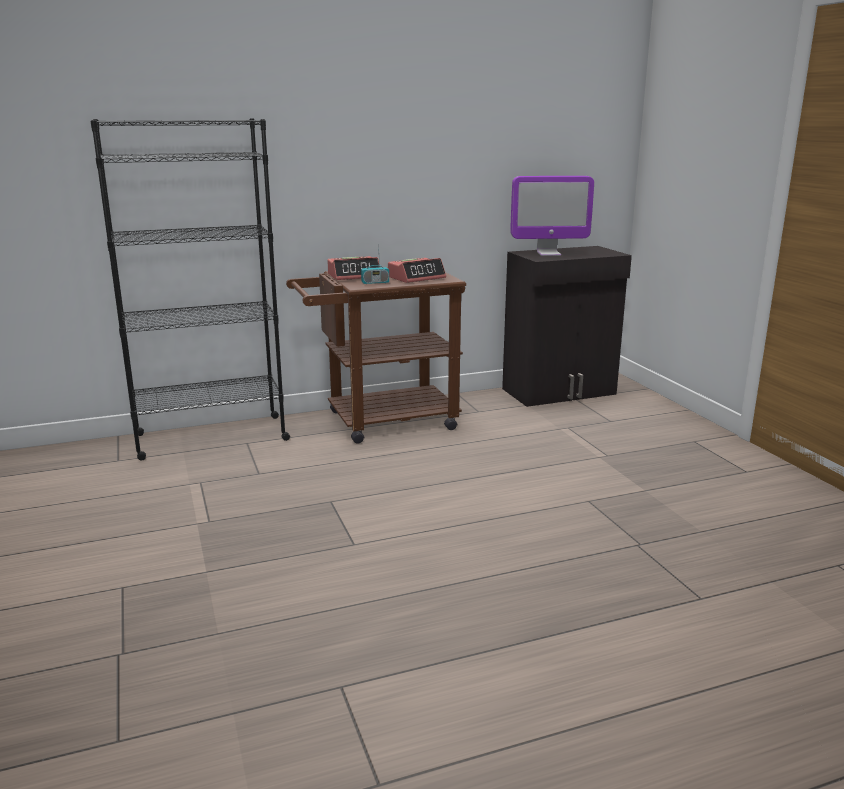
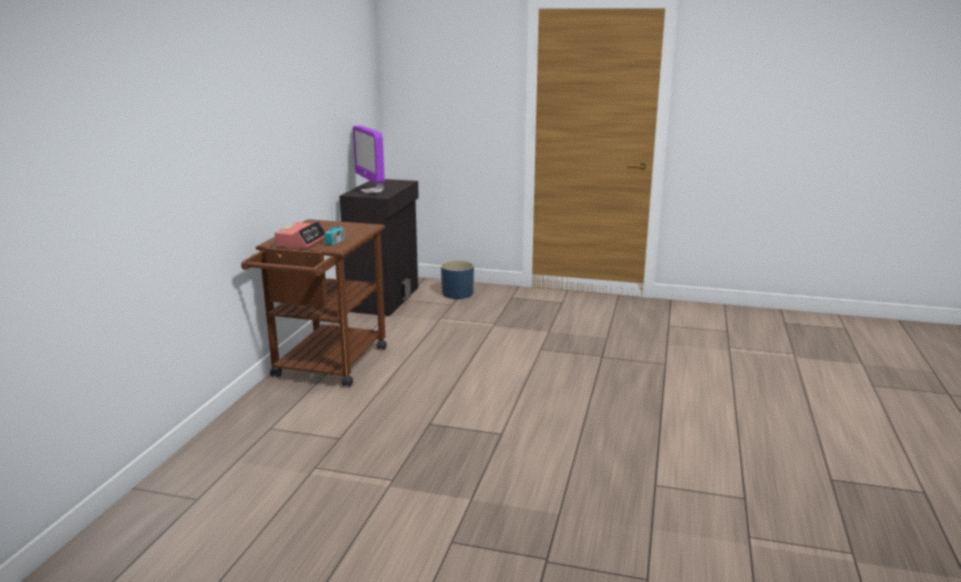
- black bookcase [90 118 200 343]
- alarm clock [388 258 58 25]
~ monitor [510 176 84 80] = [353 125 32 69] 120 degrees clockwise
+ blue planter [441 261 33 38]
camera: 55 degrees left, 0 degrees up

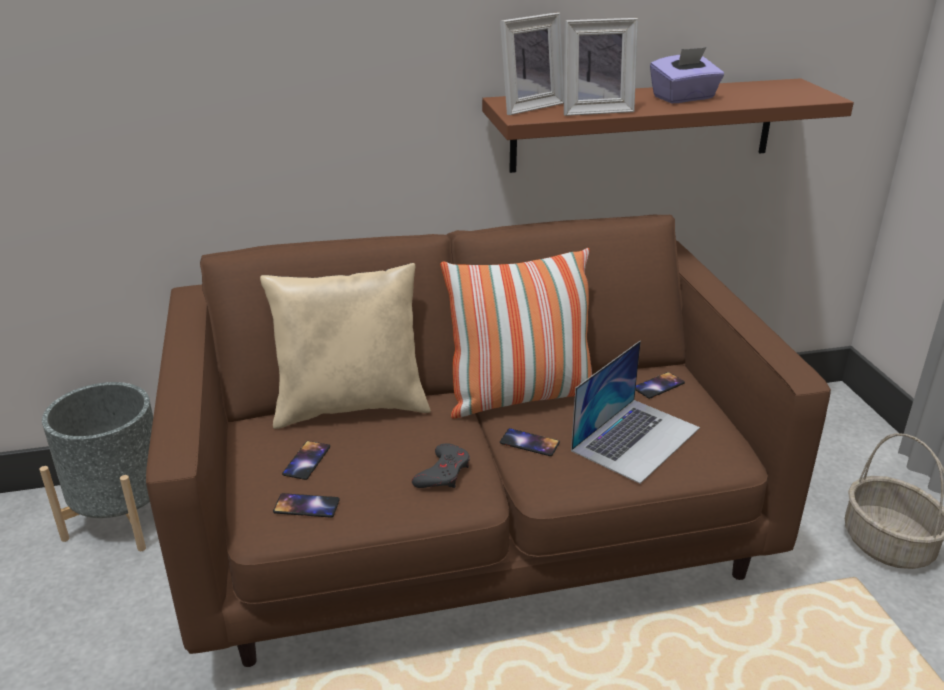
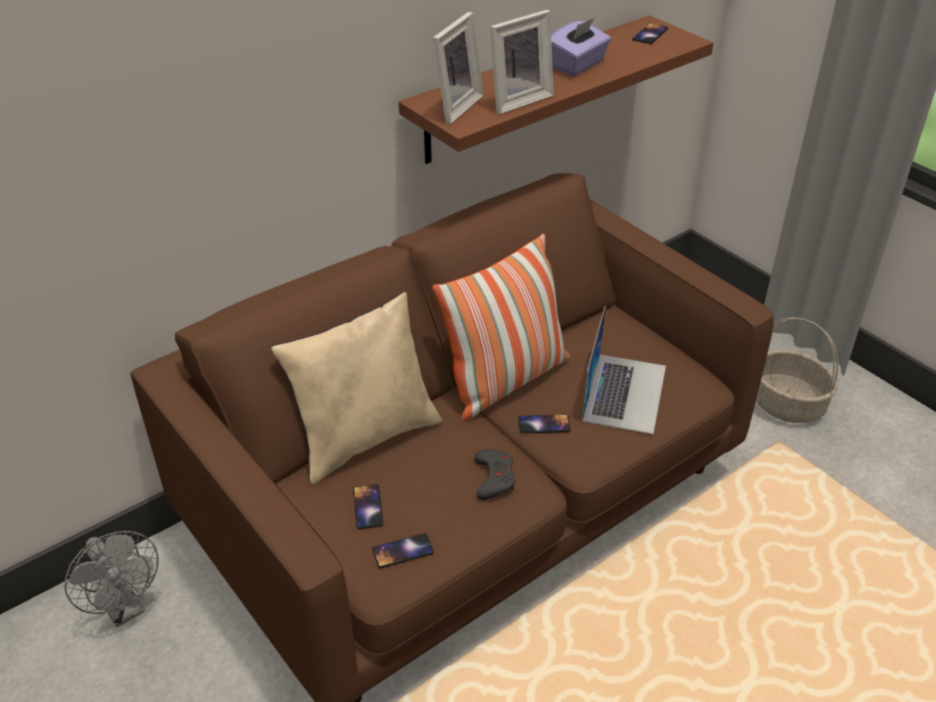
~ grey planter [39 382 114 169] to grey fan [65 531 93 96]
~ phone [635 372 50 27] to [632 23 36 21]
camera: 25 degrees left, 10 degrees up

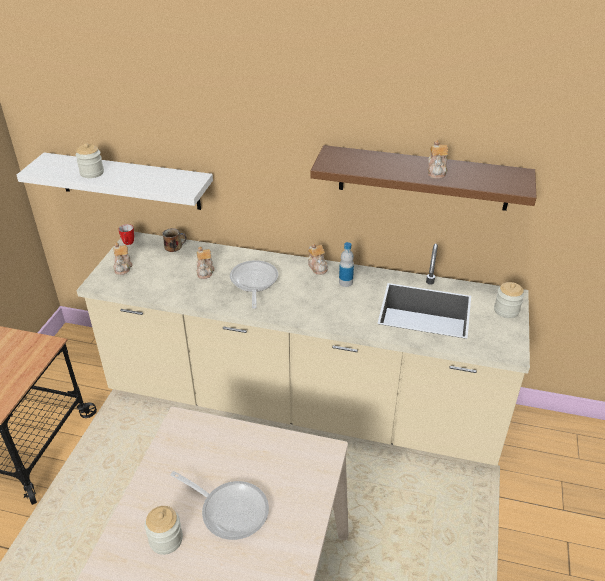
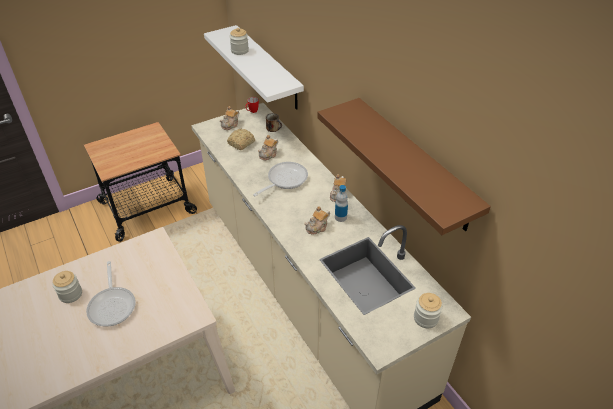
~ teapot [428 140 20 39] to [304 206 26 29]
+ bread [227 129 28 21]
camera: 45 degrees right, 5 degrees up

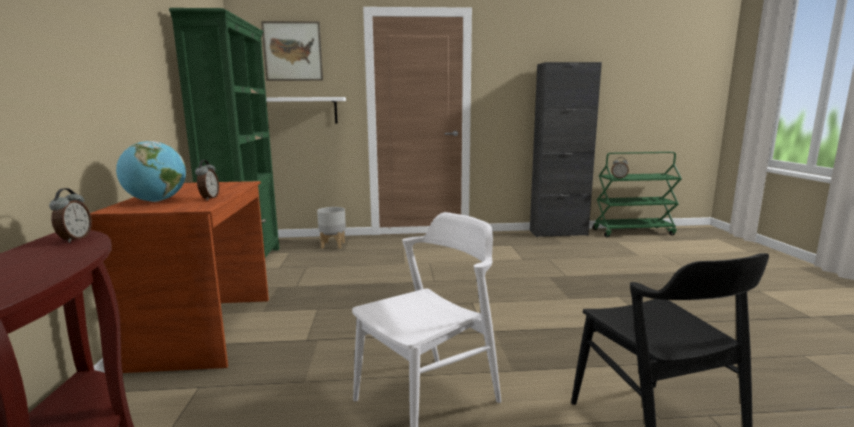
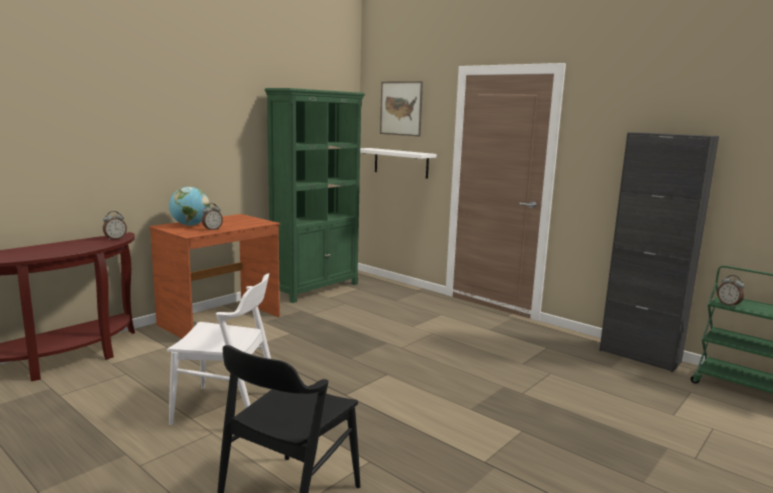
- grey planter [317 207 29 42]
camera: 45 degrees right, 0 degrees up

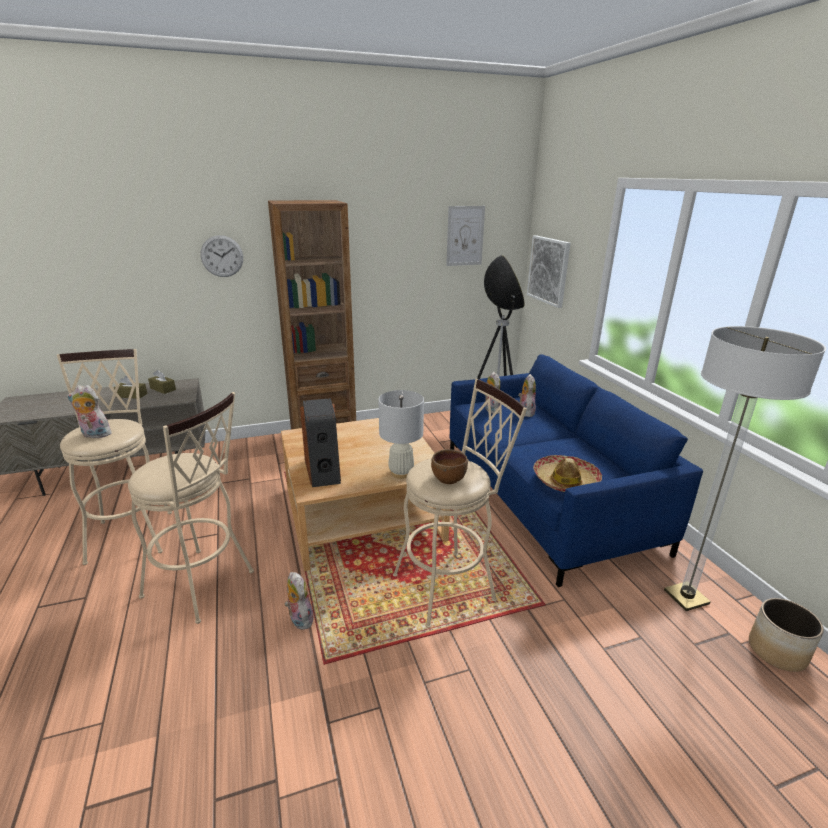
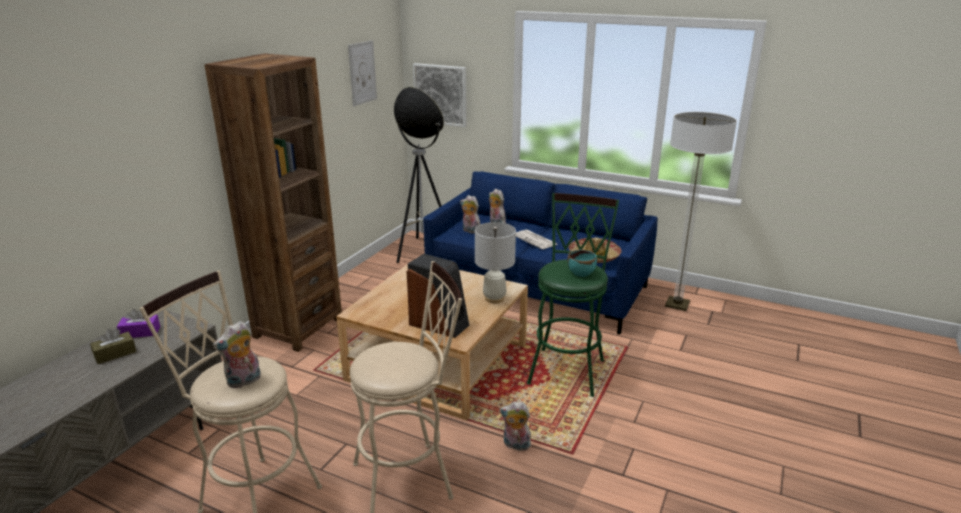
~ brown tissue box [148 370 28 24] to purple tissue box [117 309 43 29]
- wall clock [200 235 43 42]
~ beige stool [393 379 134 248] to green stool [527 193 92 204]
~ brown bowl [431 449 37 35] to turquoise bowl [567 250 30 27]
- planter [749 598 75 74]
+ newspaper [516 230 41 19]
camera: 45 degrees left, 0 degrees up

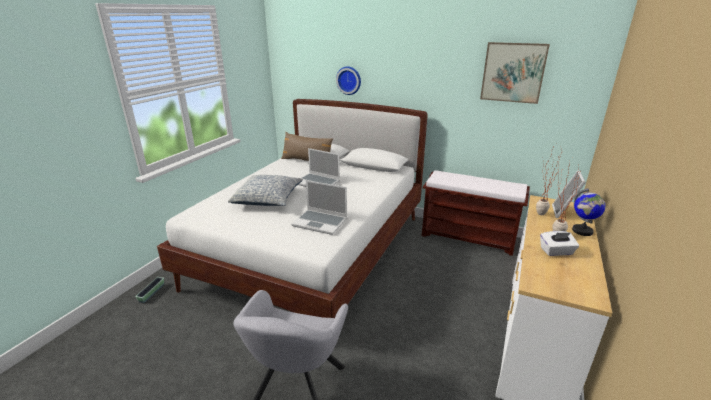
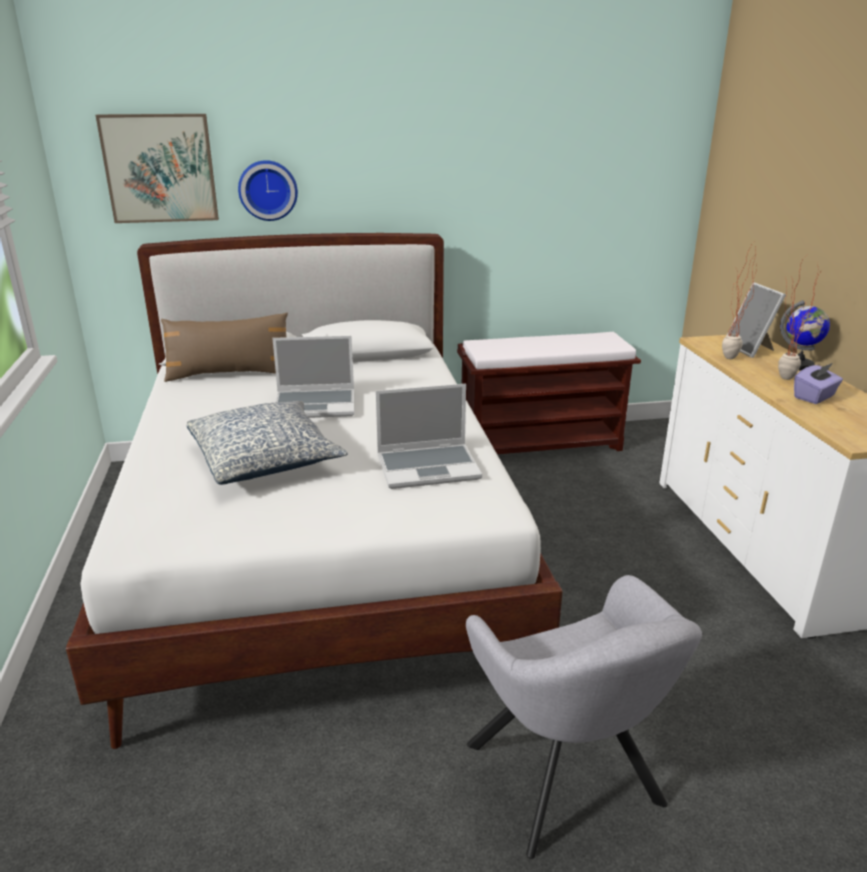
- planter [135 277 29 26]
~ picture [480 42 70 62] to [96 114 123 109]
~ white tissue box [540 231 39 25] to purple tissue box [794 363 49 41]
camera: 35 degrees left, 0 degrees up

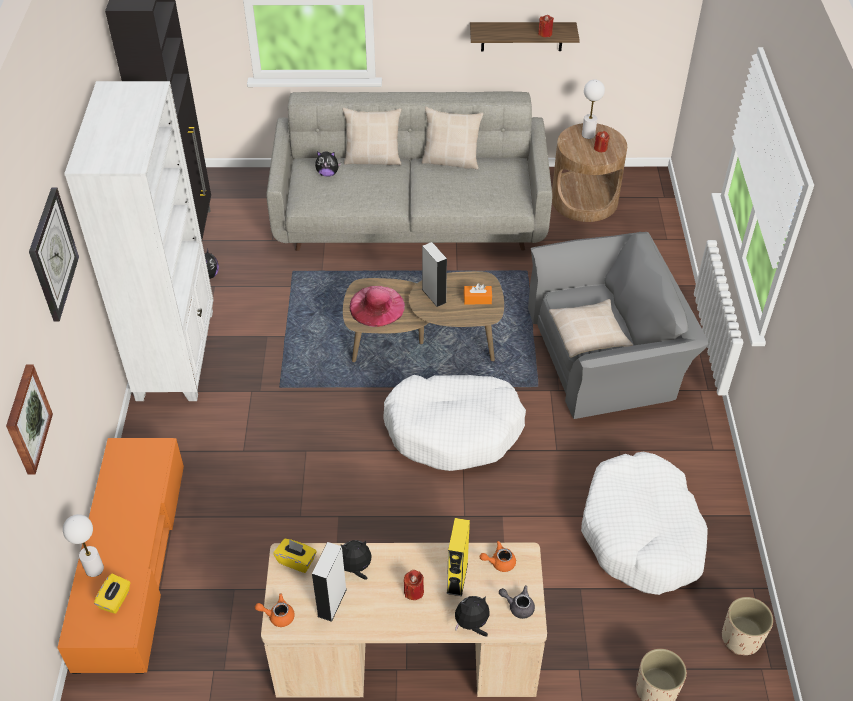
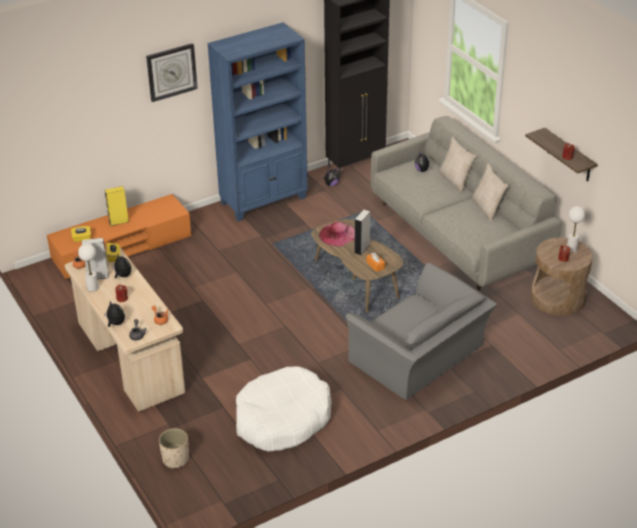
- picture [6 365 47 110]
~ white table lamp [63 514 41 63] to [78 243 21 49]
~ white bookcase [64 81 150 320] to blue bookcase [207 22 101 199]
- white dog bed [383 375 143 96]
~ yellow speaker [447 518 23 78] to [105 186 24 40]
- beige pillow [549 299 84 59]
- beige planter [722 597 51 58]
camera: 60 degrees right, 10 degrees down

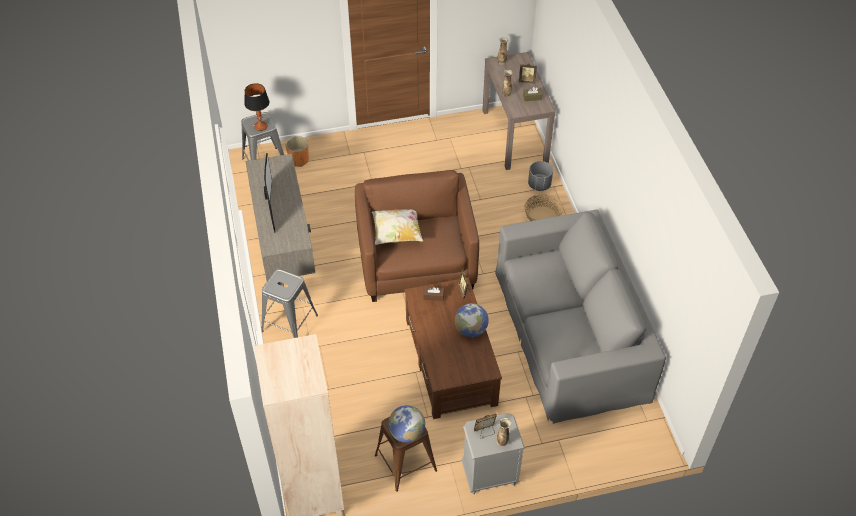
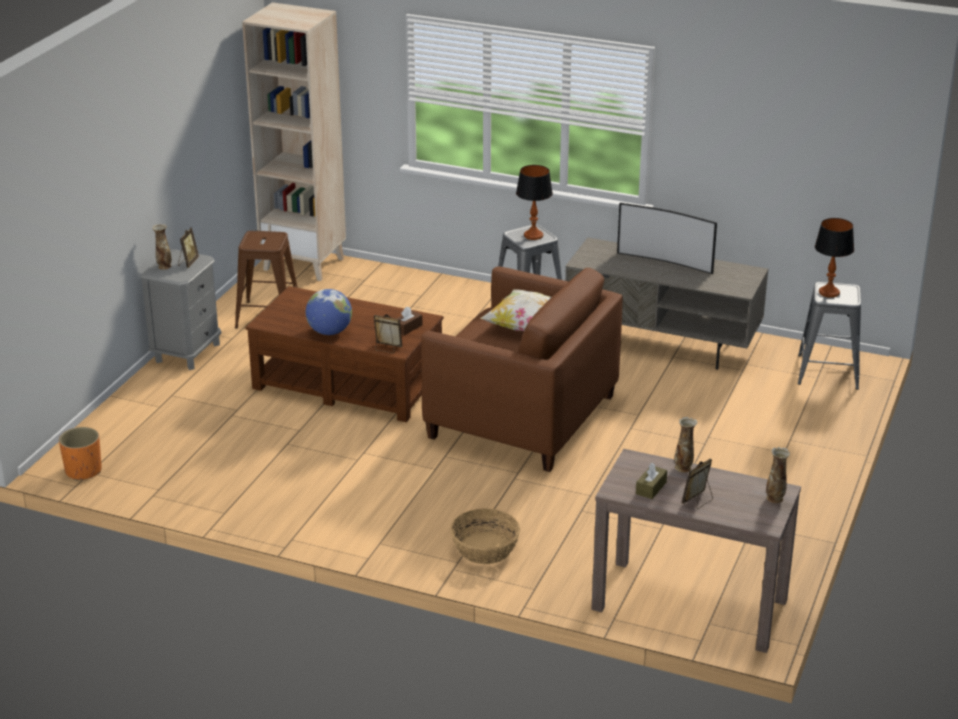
~ orange planter [285 136 24 31] to [59 427 43 54]
- globe [388 405 37 38]
- grey sofa [495 210 171 214]
- grey planter [528 161 25 30]
+ table lamp [516 165 37 75]
camera: 125 degrees right, 20 degrees down

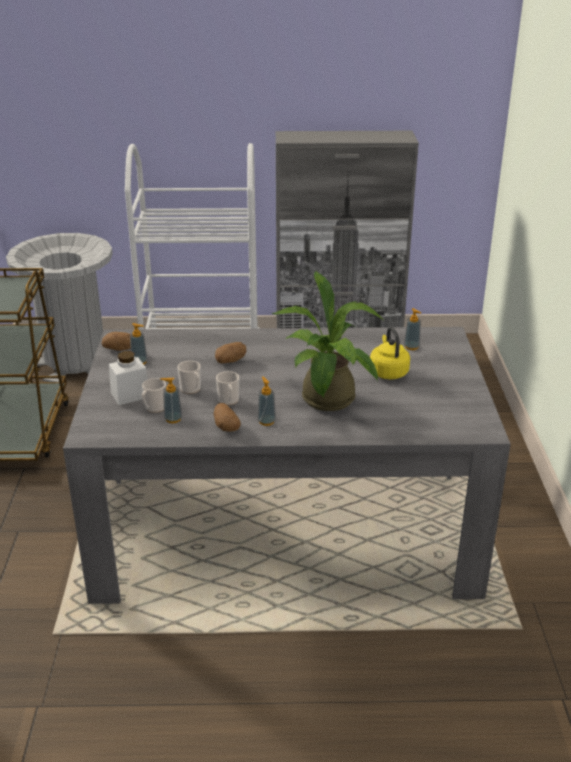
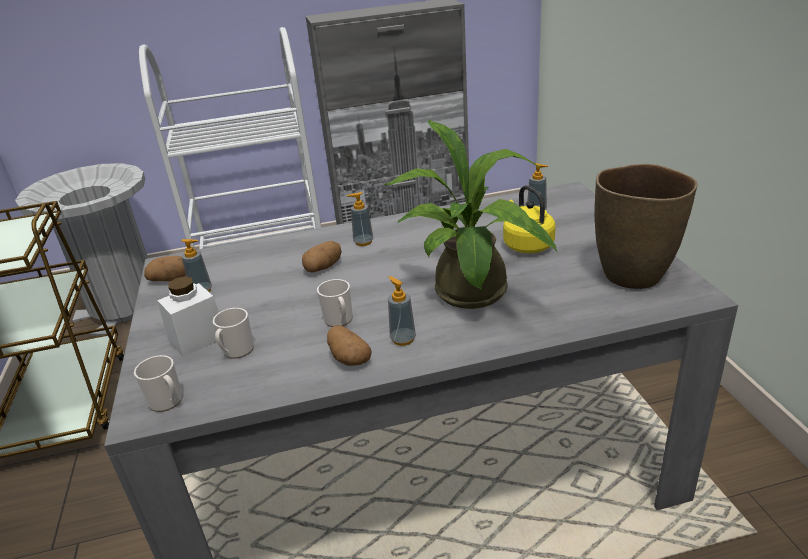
~ soap dispenser [160 378 22 45] to [347 192 26 54]
~ mug [177 361 24 33] to [134 355 49 57]
+ brown vase [595 164 103 125]
camera: 10 degrees left, 0 degrees up

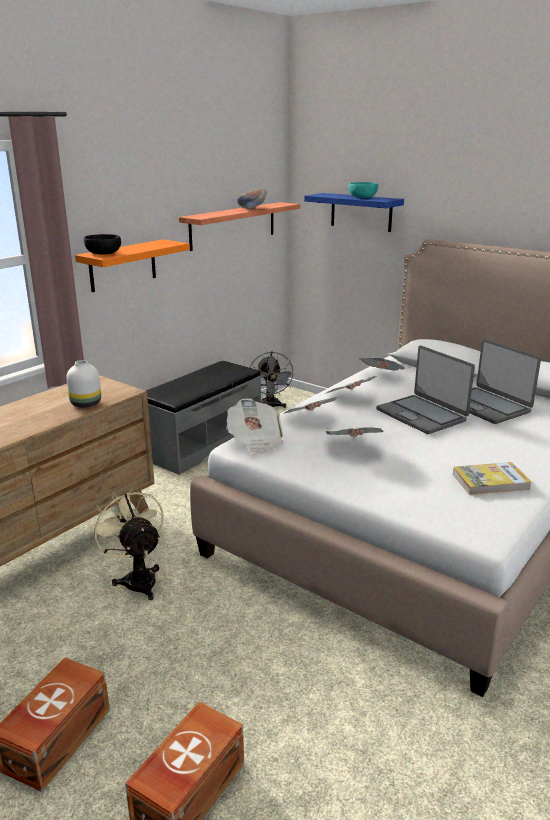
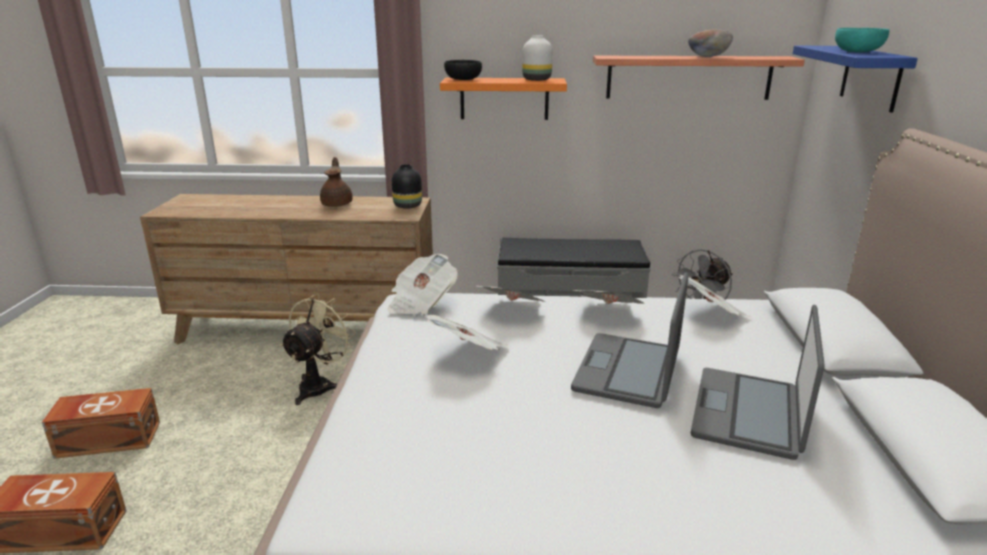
~ white vase [66 360 35 48] to [522 35 31 46]
- book [453 462 79 33]
+ brown teapot [320 157 33 50]
+ black vase [392 164 30 45]
camera: 55 degrees right, 0 degrees up

